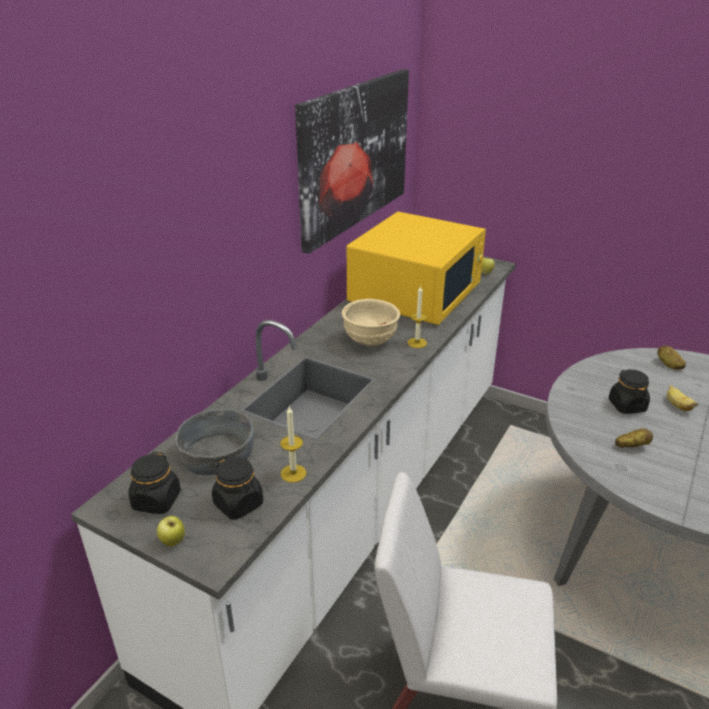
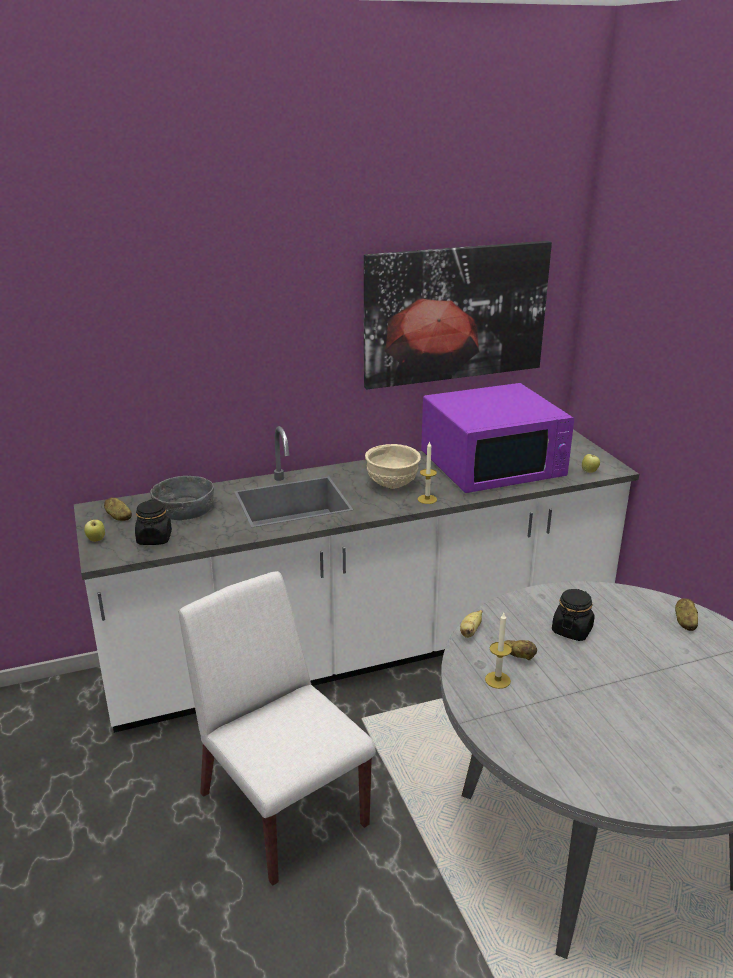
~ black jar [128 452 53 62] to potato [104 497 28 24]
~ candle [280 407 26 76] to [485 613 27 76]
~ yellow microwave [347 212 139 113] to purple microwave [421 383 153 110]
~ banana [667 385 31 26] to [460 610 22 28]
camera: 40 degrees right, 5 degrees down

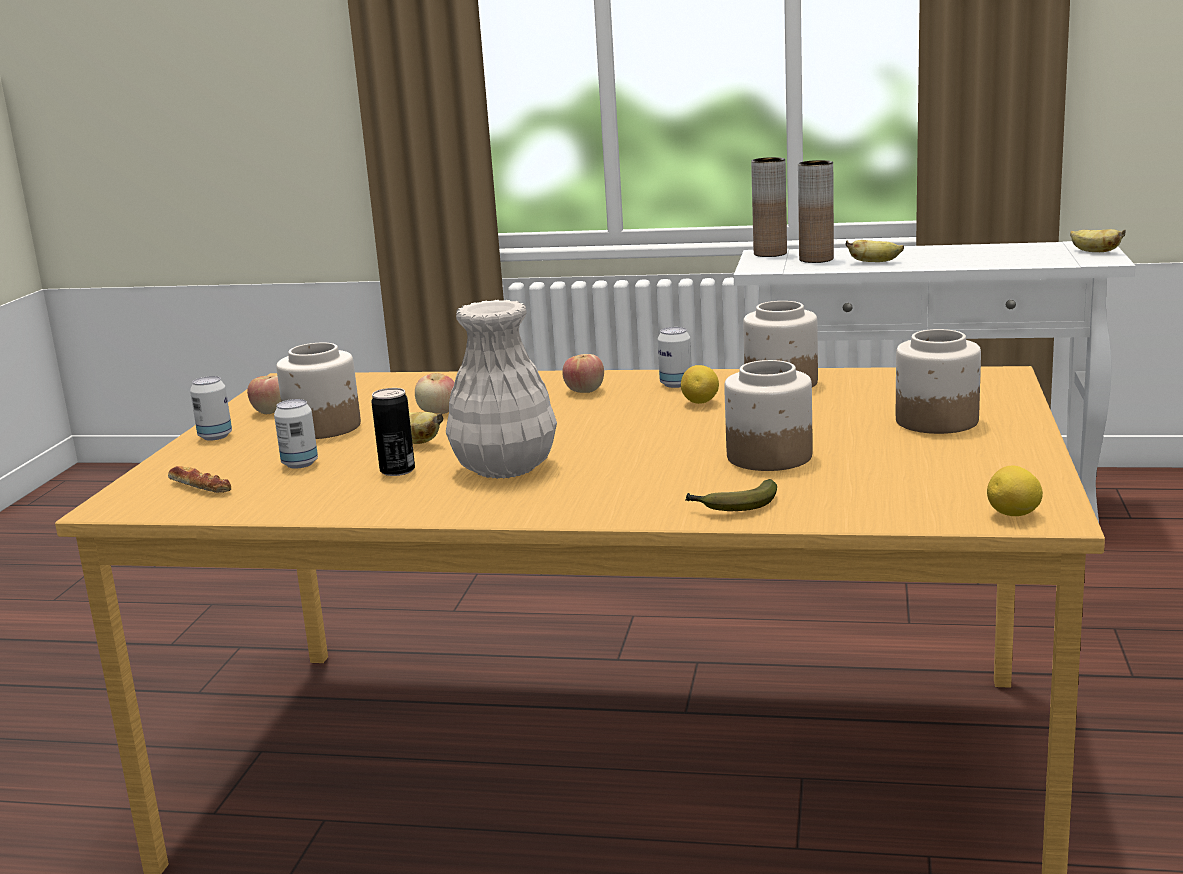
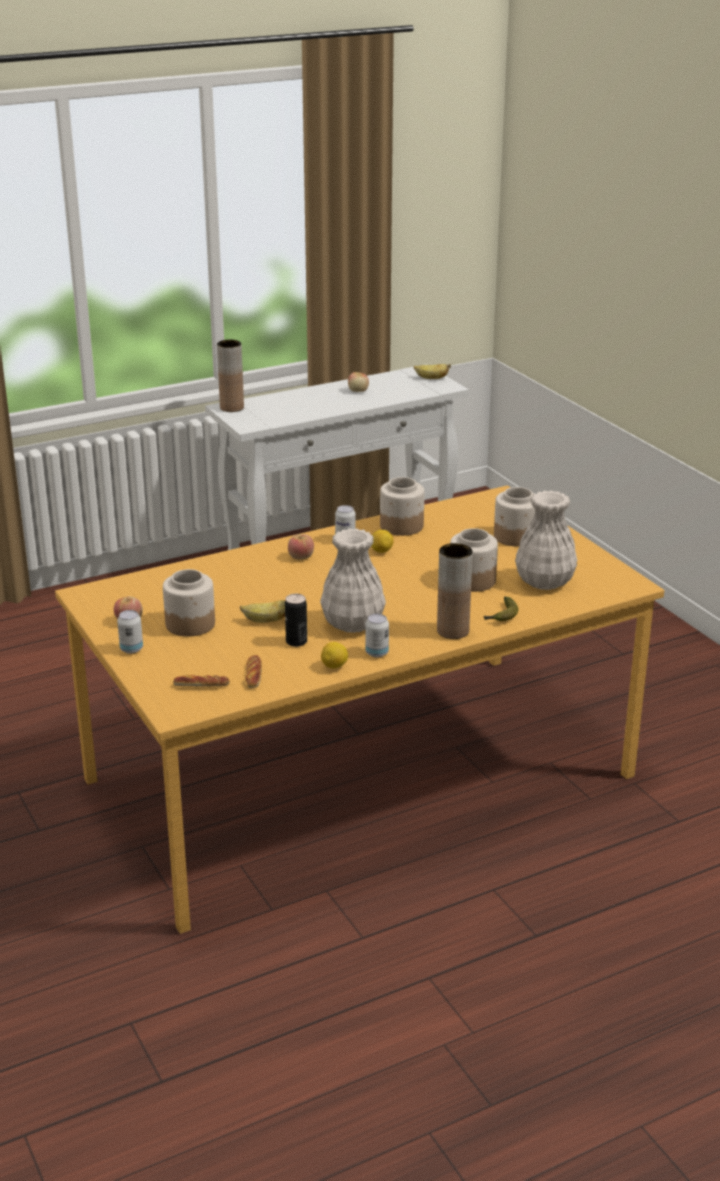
~ can [274 399 44 70] to [366 614 23 44]
~ apple [415 373 40 41] to [348 372 21 20]
~ brown vase [798 160 36 103] to [437 543 36 96]
- banana [846 240 58 22]
~ lemon [987 466 56 50] to [321 642 27 26]
+ bread [246 655 16 34]
+ white vase [515 490 62 100]
camera: 40 degrees left, 10 degrees up

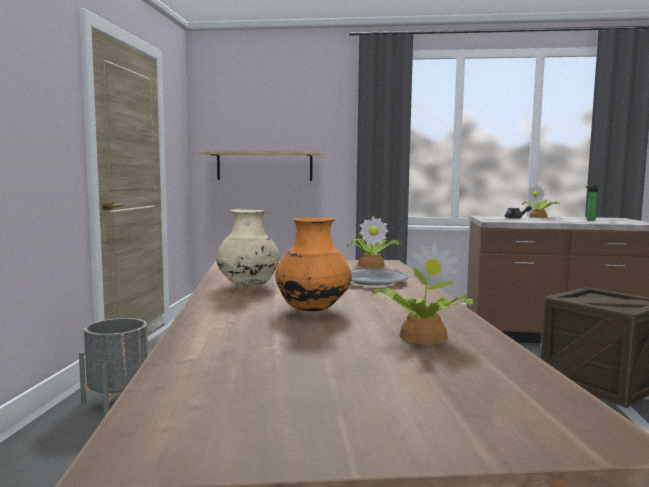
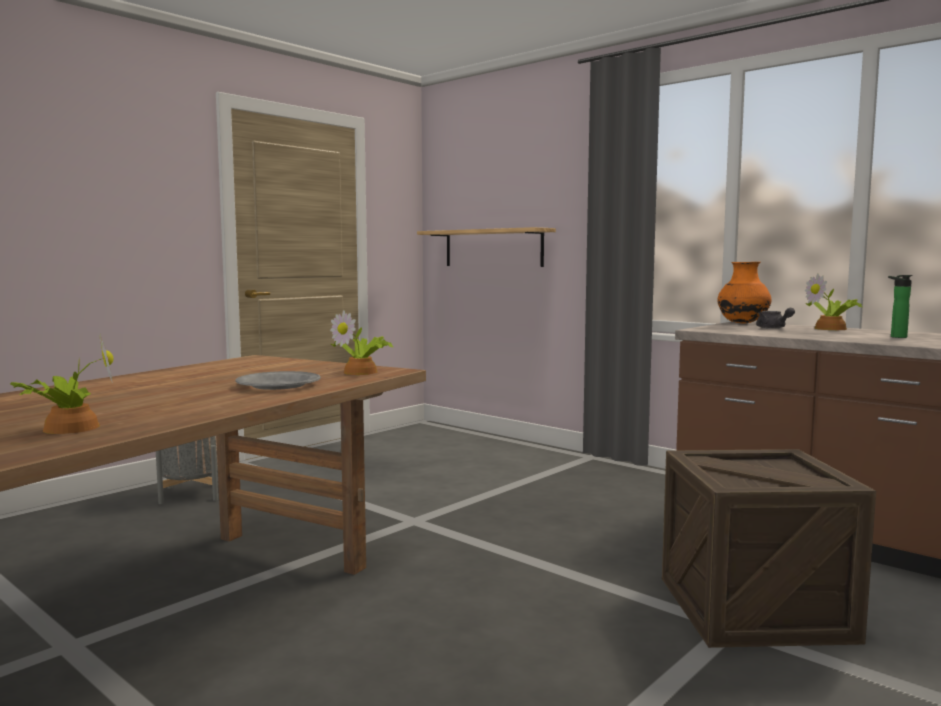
- beige vase [216 209 64 78]
~ orange vase [275 218 77 93] to [717 262 54 61]
camera: 35 degrees right, 0 degrees up

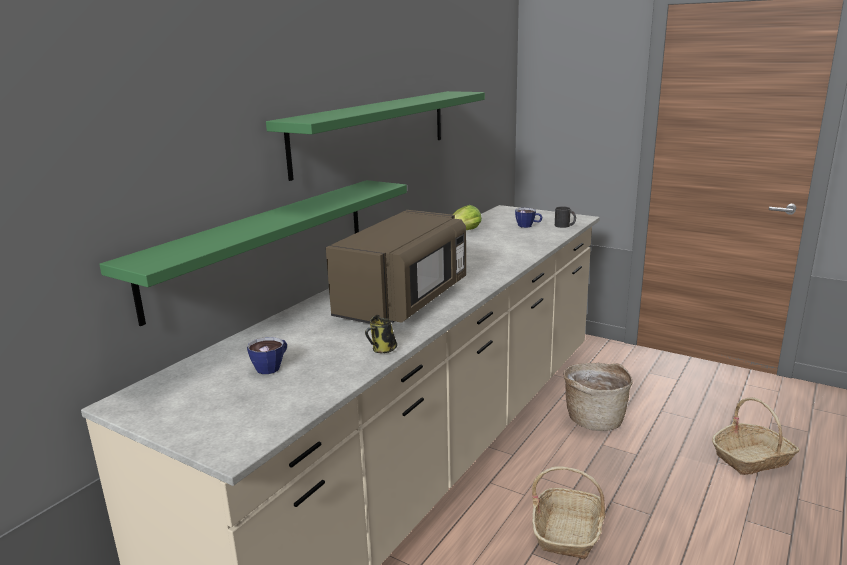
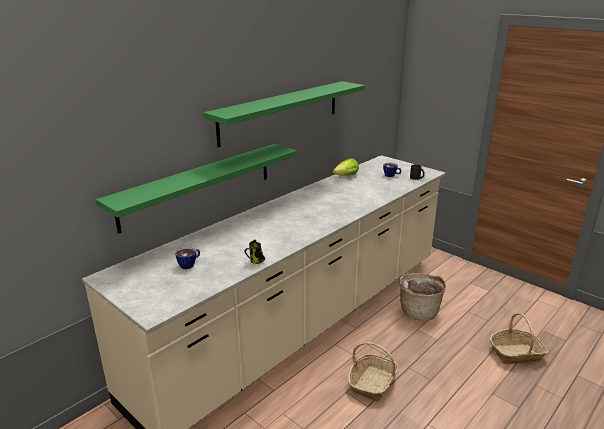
- brown microwave [326 210 140 114]
camera: 10 degrees right, 5 degrees up

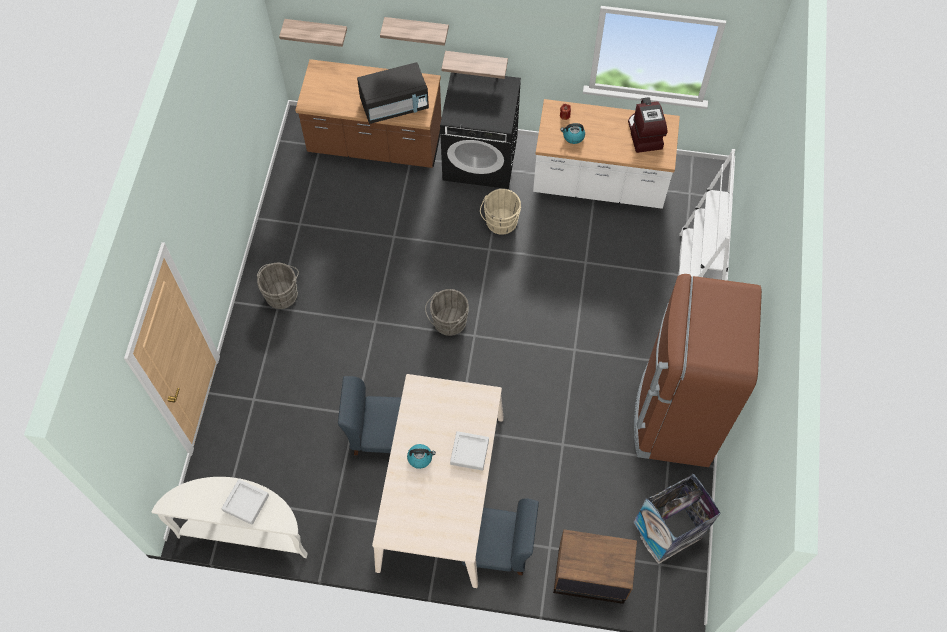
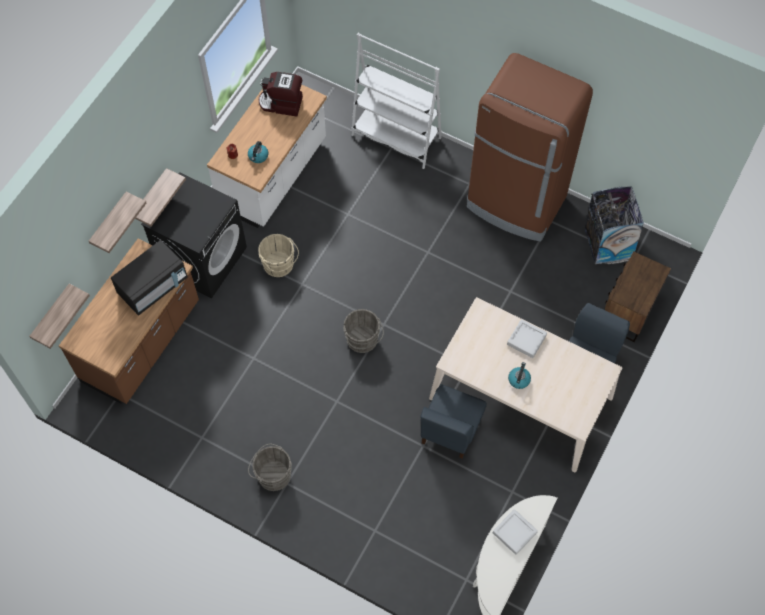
~ black microwave [357 62 72 62] = [111 240 77 76] 45 degrees clockwise
camera: 70 degrees left, 0 degrees up

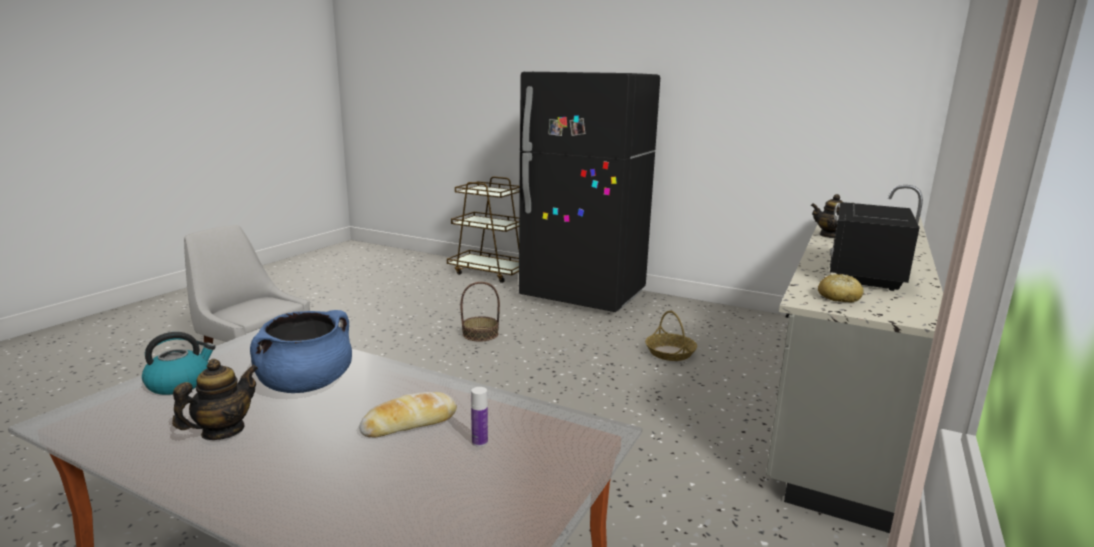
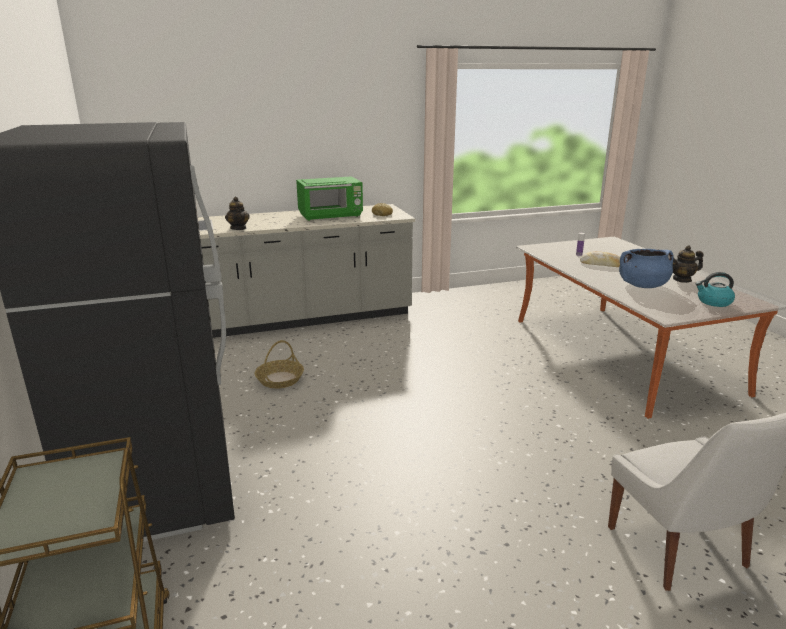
- basket [461 282 39 60]
~ black microwave [830 202 89 89] to green microwave [296 176 67 45]
camera: 135 degrees left, 5 degrees up

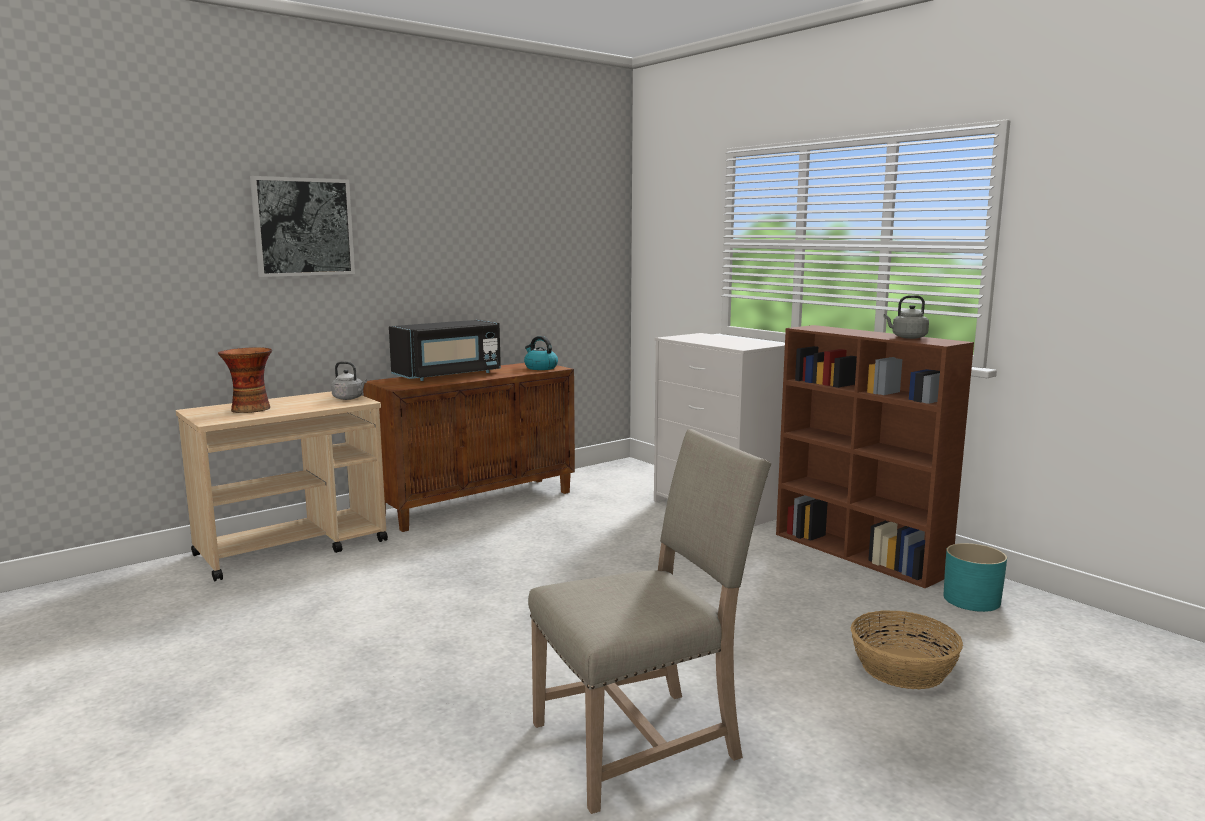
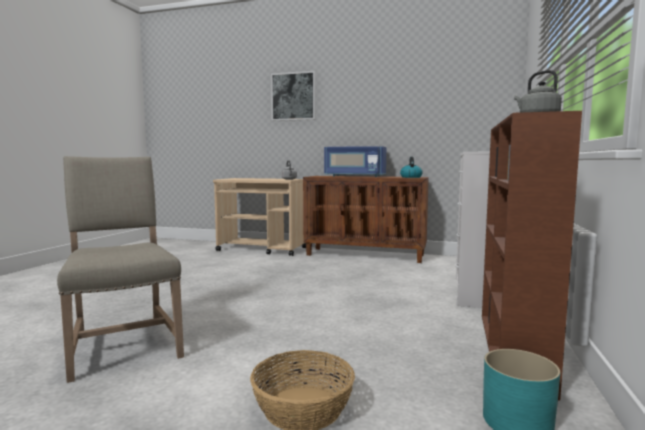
- vase [218 347 54 66]
~ black microwave [389 320 112 61] to blue microwave [324 146 62 31]
~ beige chair [528 429 243 385] = [57 156 127 227] 150 degrees counterclockwise
camera: 55 degrees right, 5 degrees down

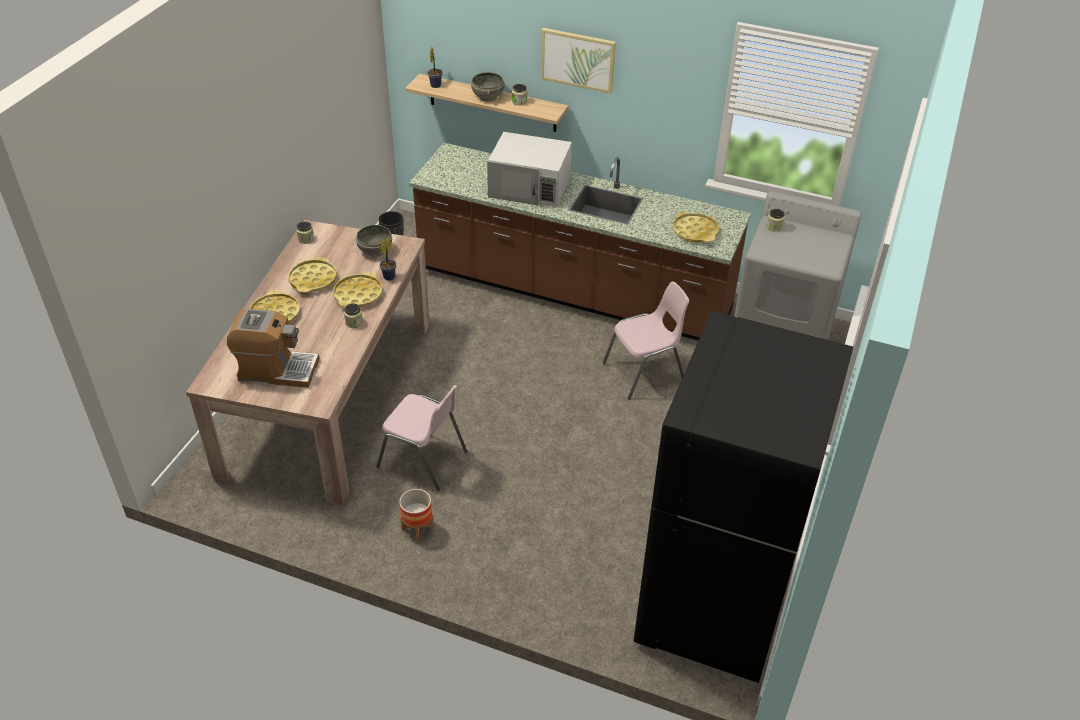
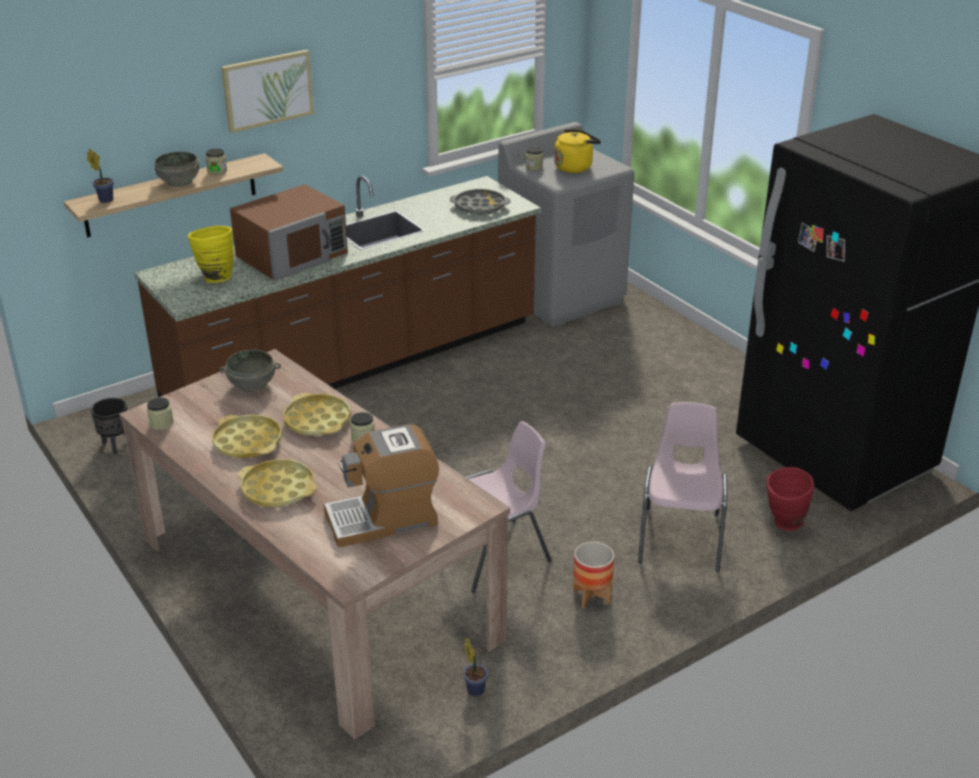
~ coffee machine [227 308 93 80] = [324 424 115 124] 150 degrees counterclockwise
~ potted plant [379 238 17 42] to [463 638 25 59]
~ white microwave [487 132 85 75] to brown microwave [230 184 118 97]
~ pink chair [603 282 86 118] to [638 402 90 170]
~ yellow tray [672 211 47 32] to grey tray [450 189 60 26]
+ yellow vase [188 226 46 57]
+ yellow kettle [554 129 47 44]
+ red vase [766 467 48 64]
camera: 55 degrees left, 10 degrees down

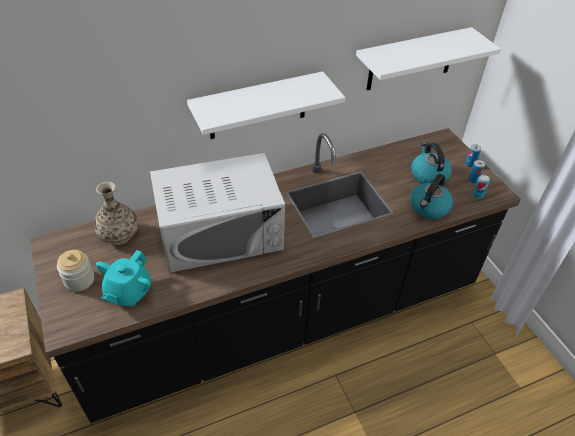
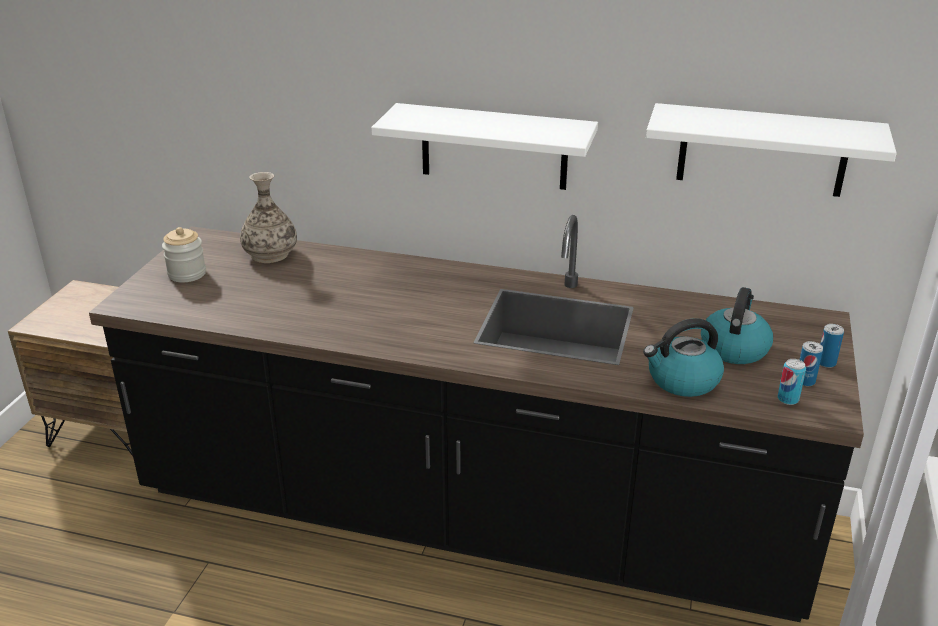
- turquoise teapot [96 250 55 57]
- white microwave [150 153 135 120]
camera: 40 degrees right, 15 degrees down

